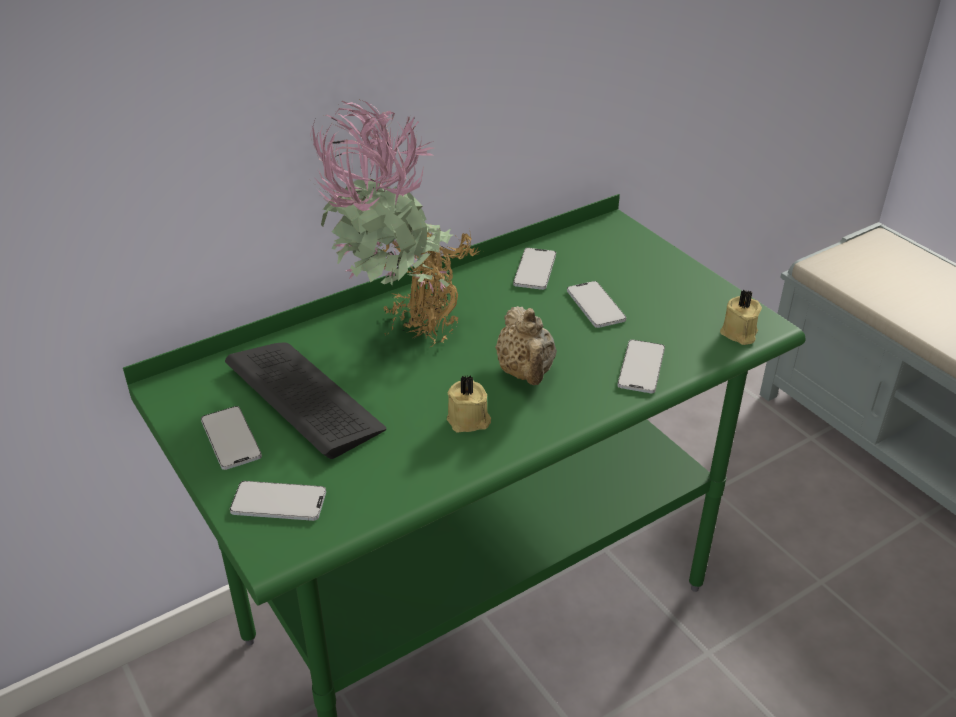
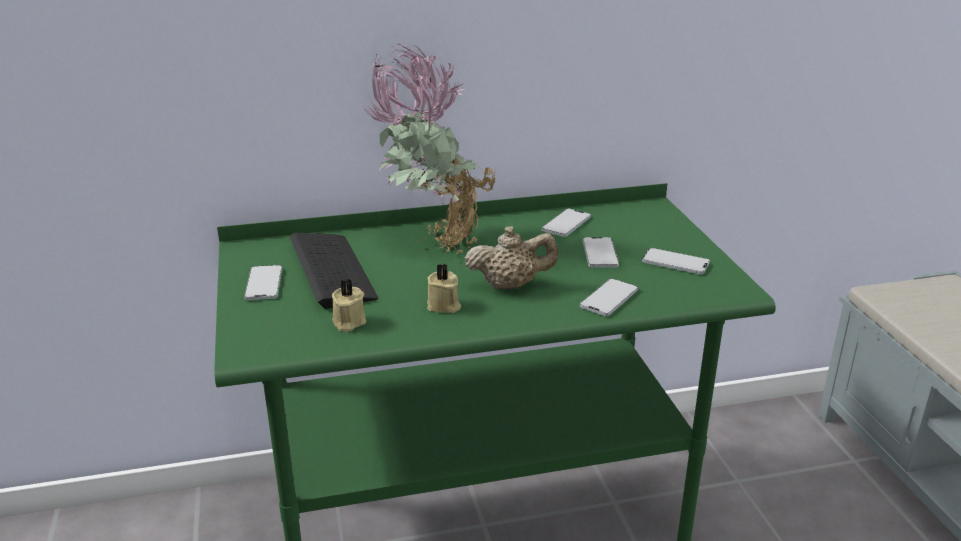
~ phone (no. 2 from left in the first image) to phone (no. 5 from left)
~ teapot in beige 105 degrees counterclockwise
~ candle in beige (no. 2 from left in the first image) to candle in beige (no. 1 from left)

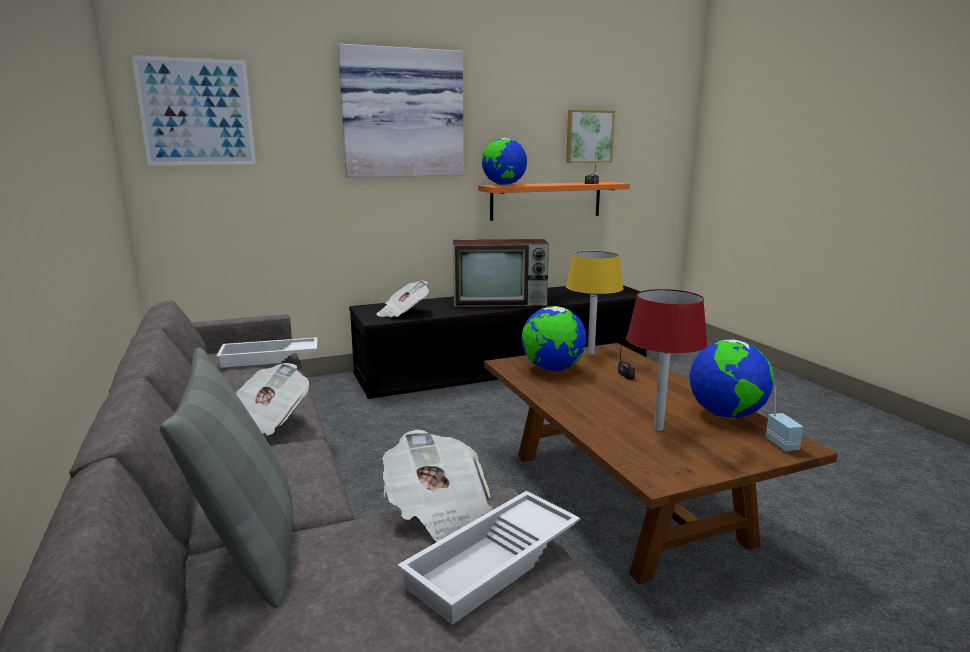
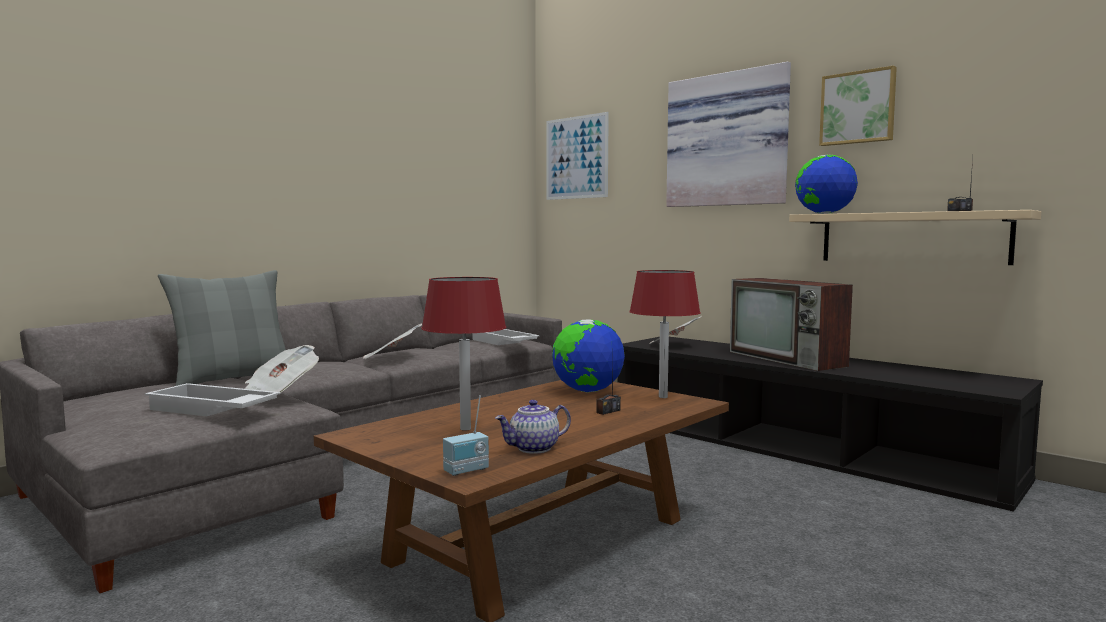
~ shelf in orange to shelf in beige
~ picture (no. 3 from left)
~ table lamp in yellow to table lamp in red (no. 2 from left)
~ globe (no. 3 from left) to teapot

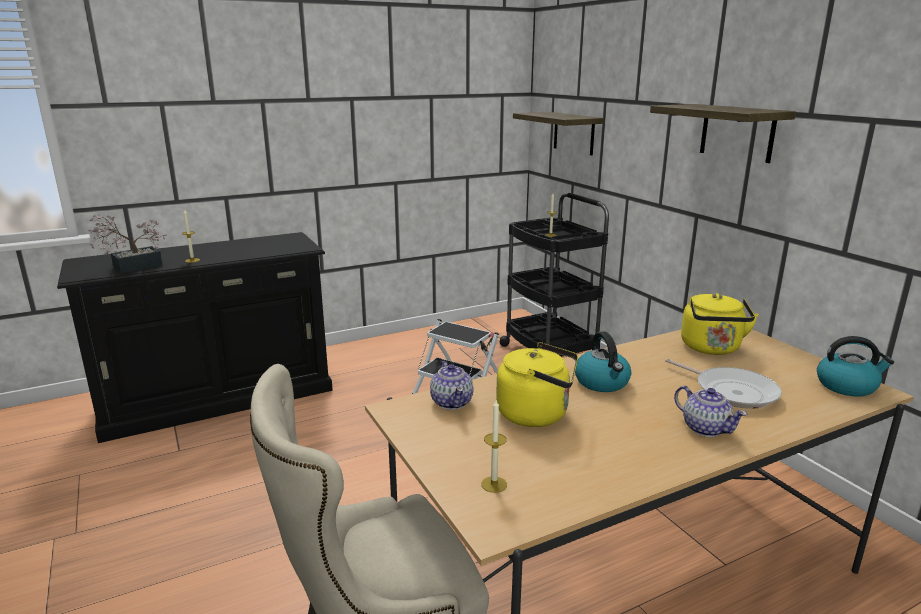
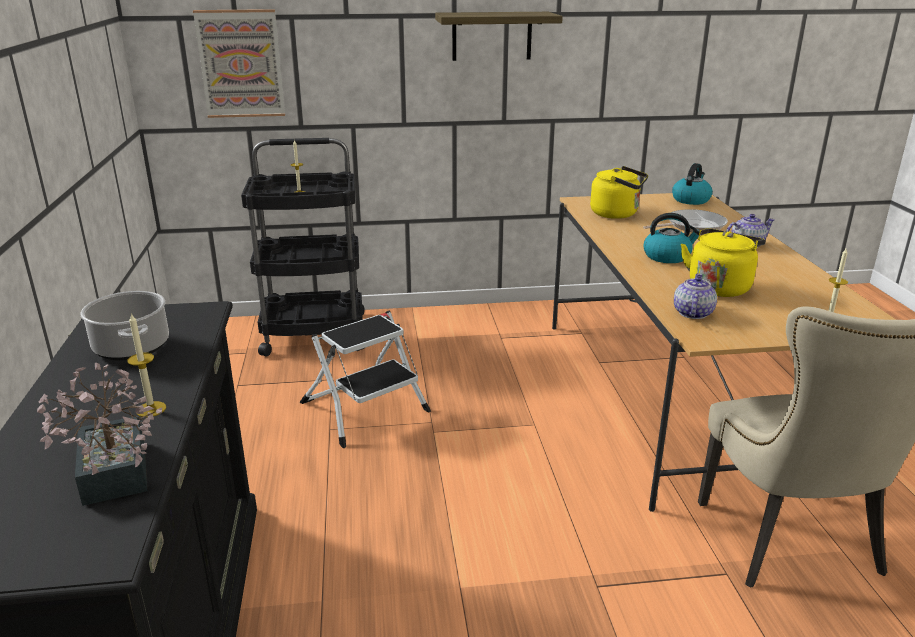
~ teapot (no. 1 from left) 75 degrees counterclockwise
~ shelf (no. 1 from left) to picture
+ cooking pot

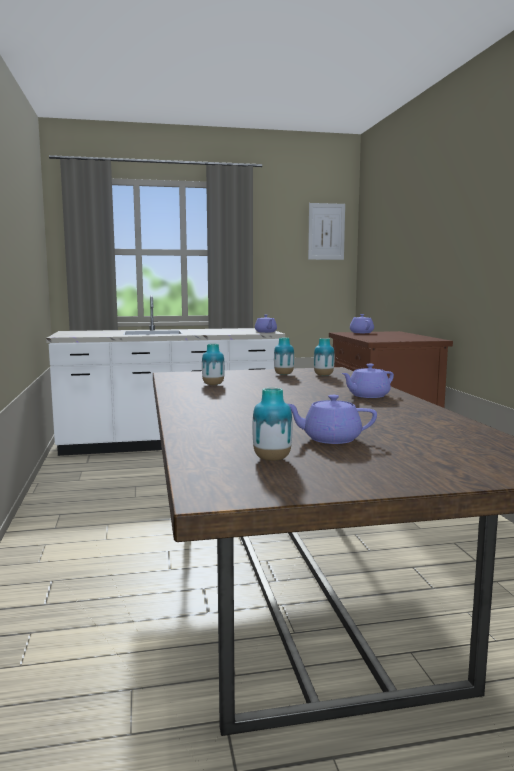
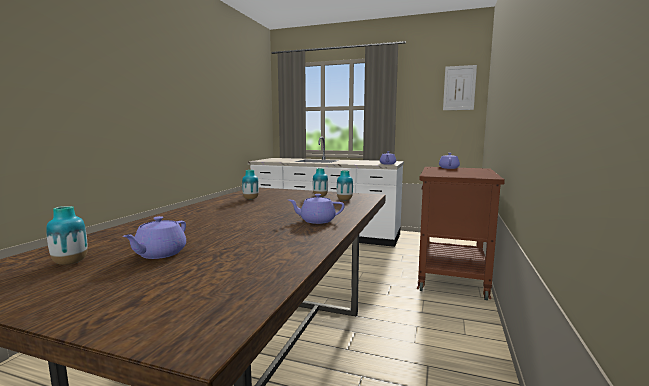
~ teapot in purple (no. 2 from left in the first image) 105 degrees counterclockwise

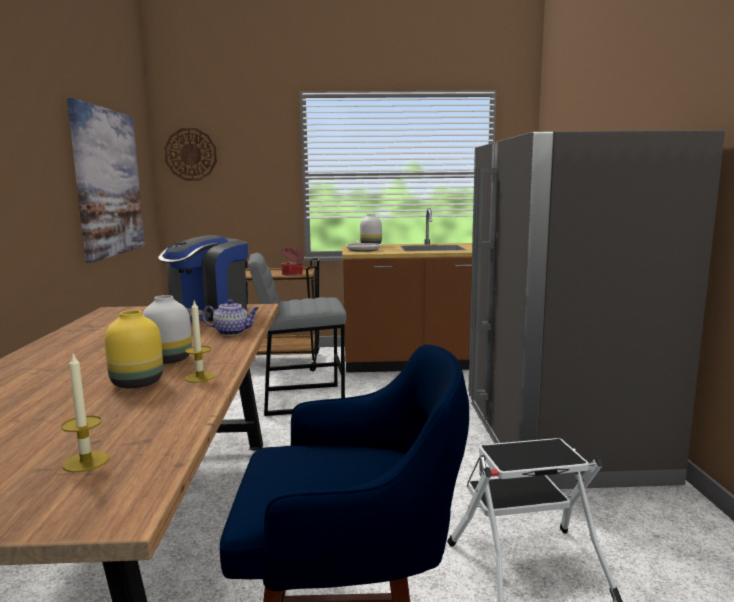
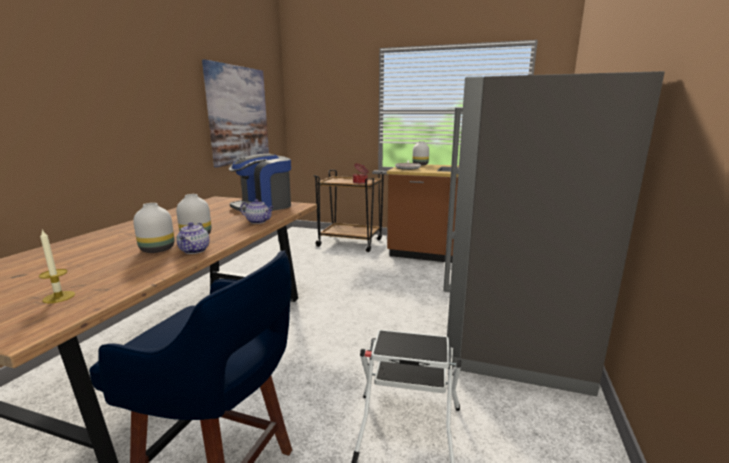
~ vase in yellow to vase in white (no. 1 from left)
- wall clock
~ candle (no. 2 from left) to teapot (no. 1 from left)
- chair in grey

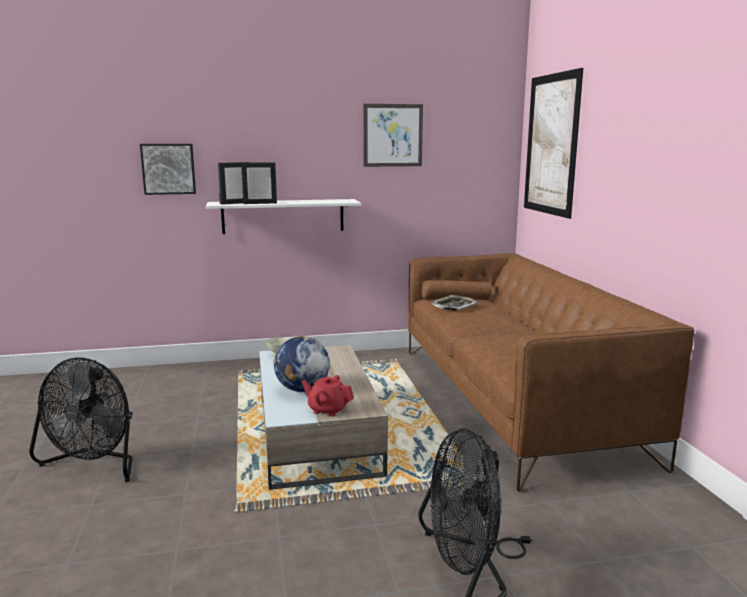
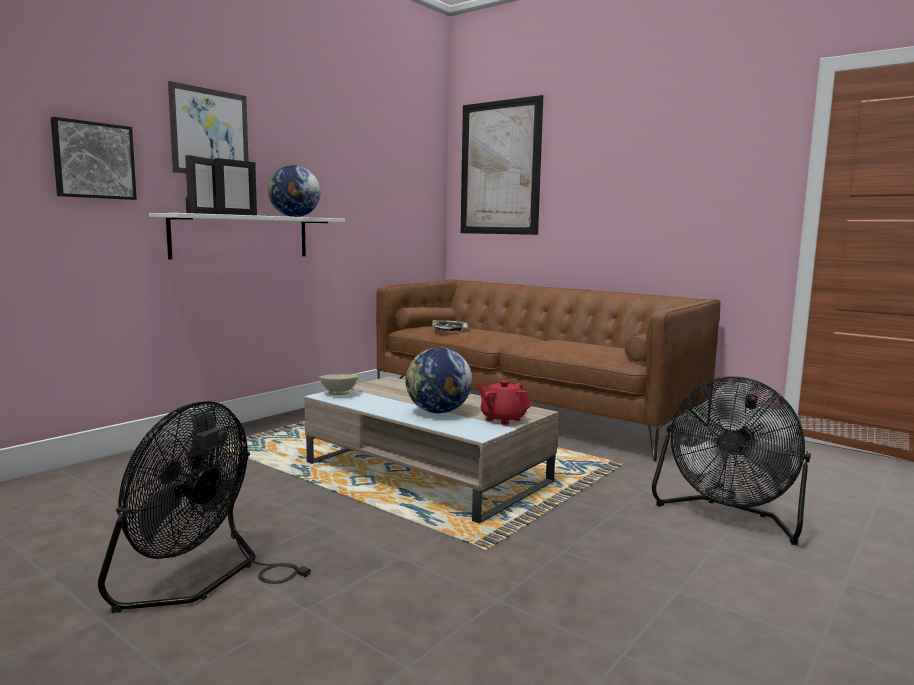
~ fan in black (no. 1 from left) 135 degrees clockwise
~ teapot in red 60 degrees clockwise
~ picture (no. 2 from left)
+ globe (no. 1 from left)

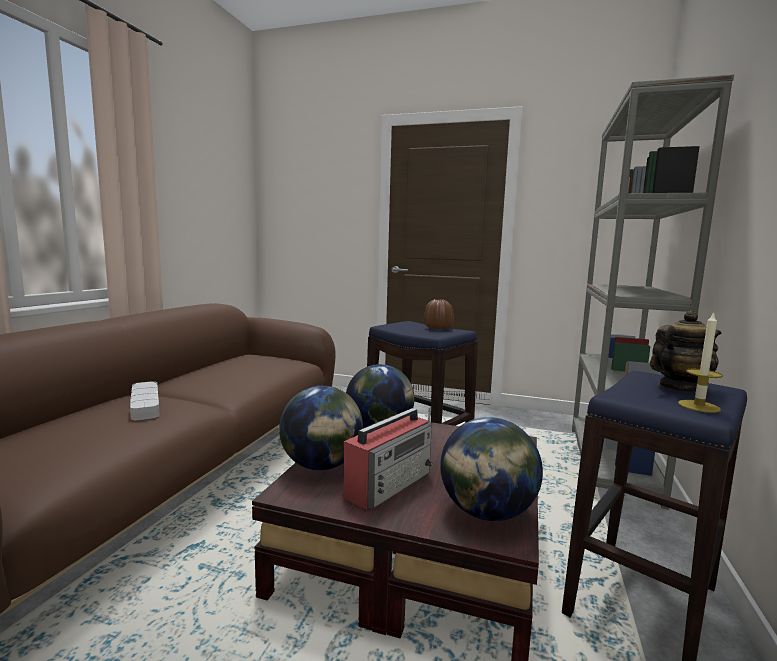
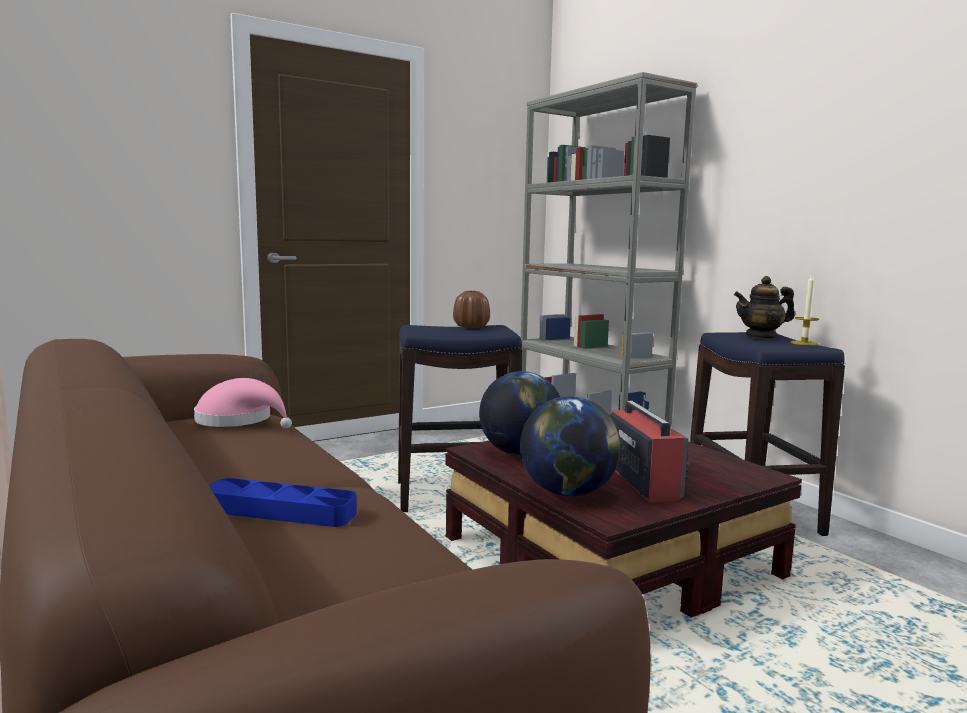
~ tray in grey to tray in blue
- globe (no. 3 from left)
~ teapot 120 degrees counterclockwise
+ hat in pink

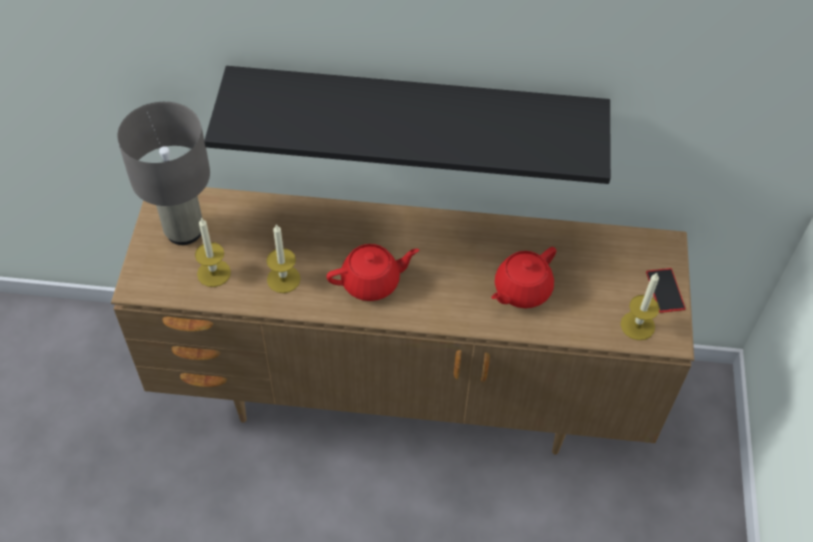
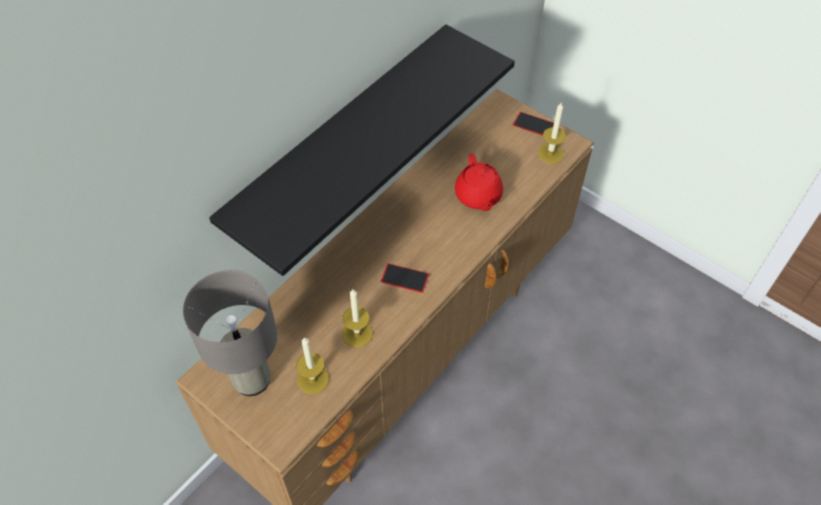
~ teapot in red (no. 1 from left) to phone (no. 1 from left)

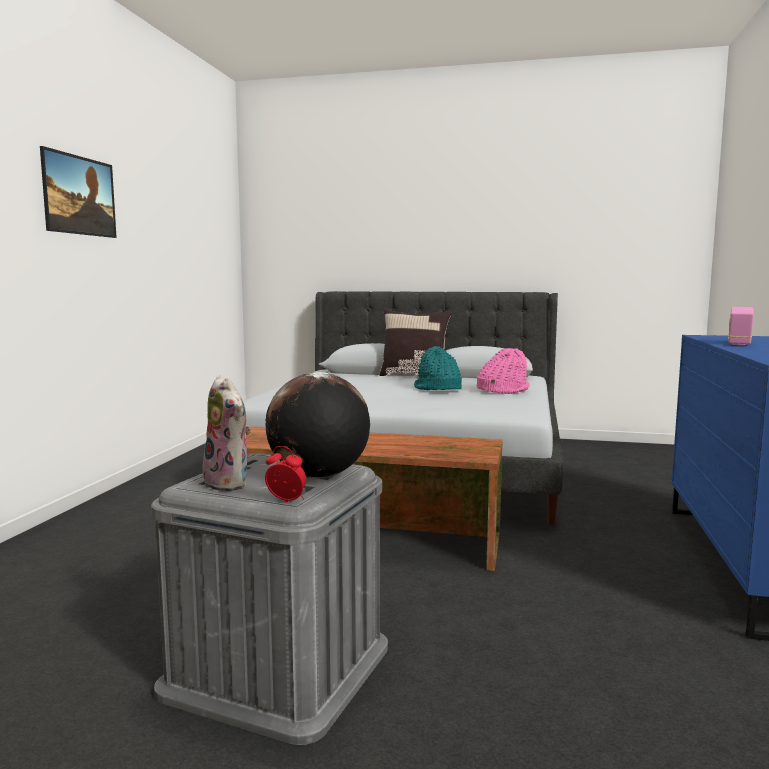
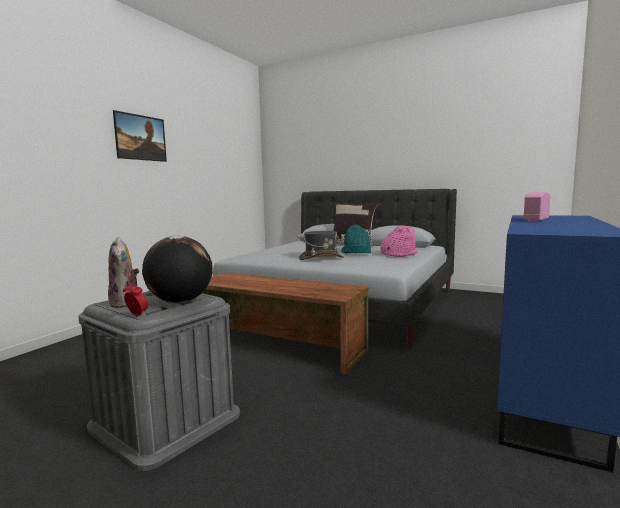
+ hat in grey

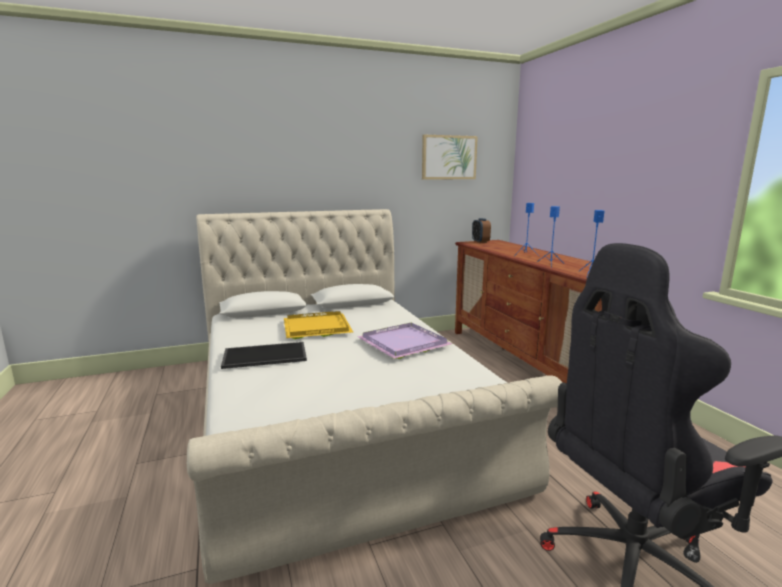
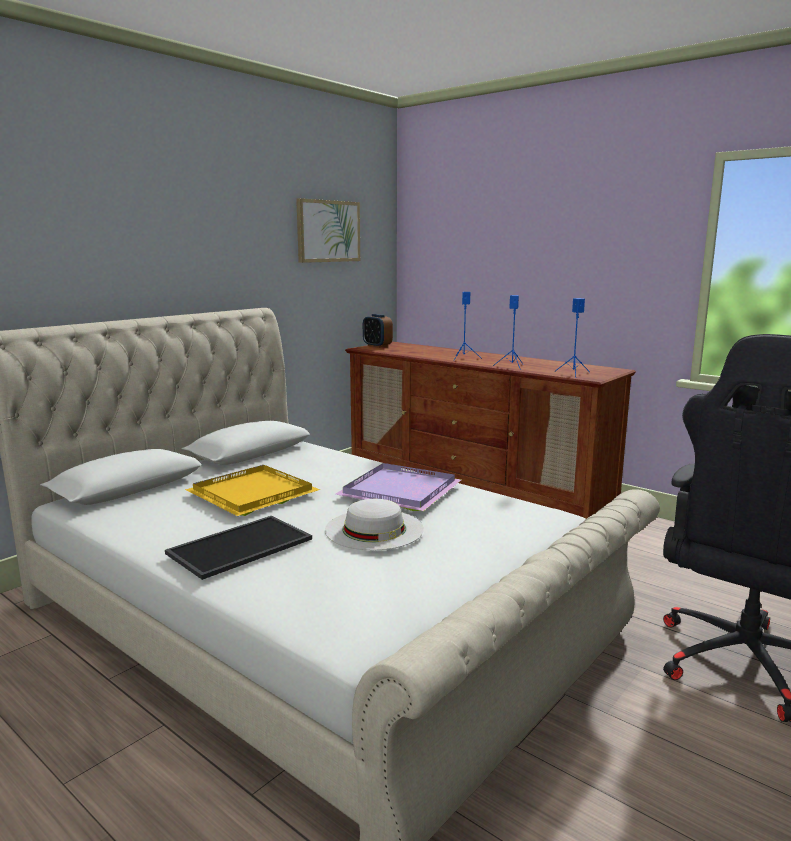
+ hat in white

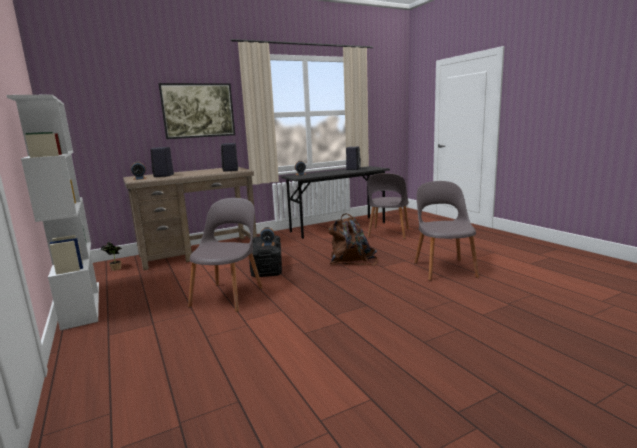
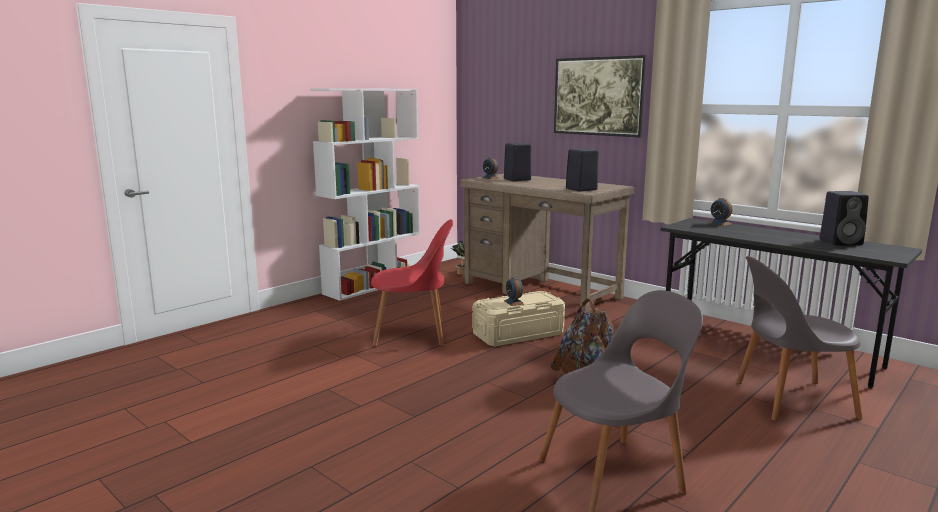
~ chair in grey (no. 1 from left) to chair in red
~ storage box in black to storage box in beige

